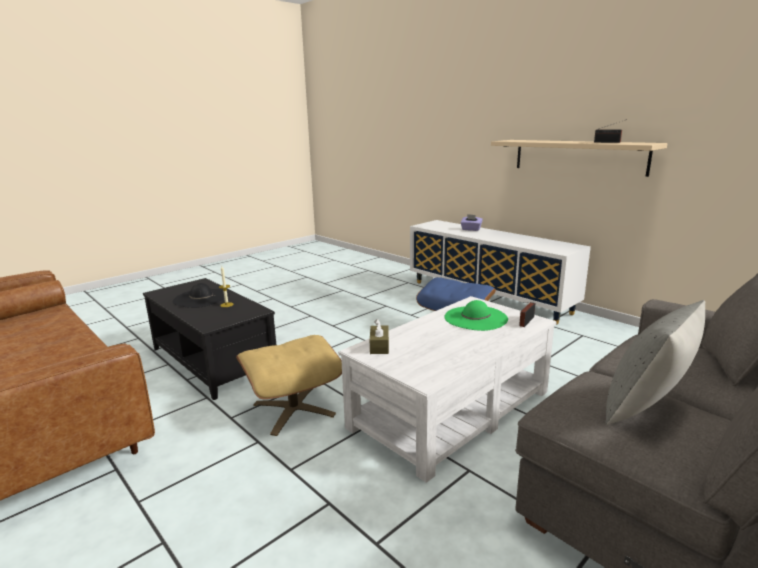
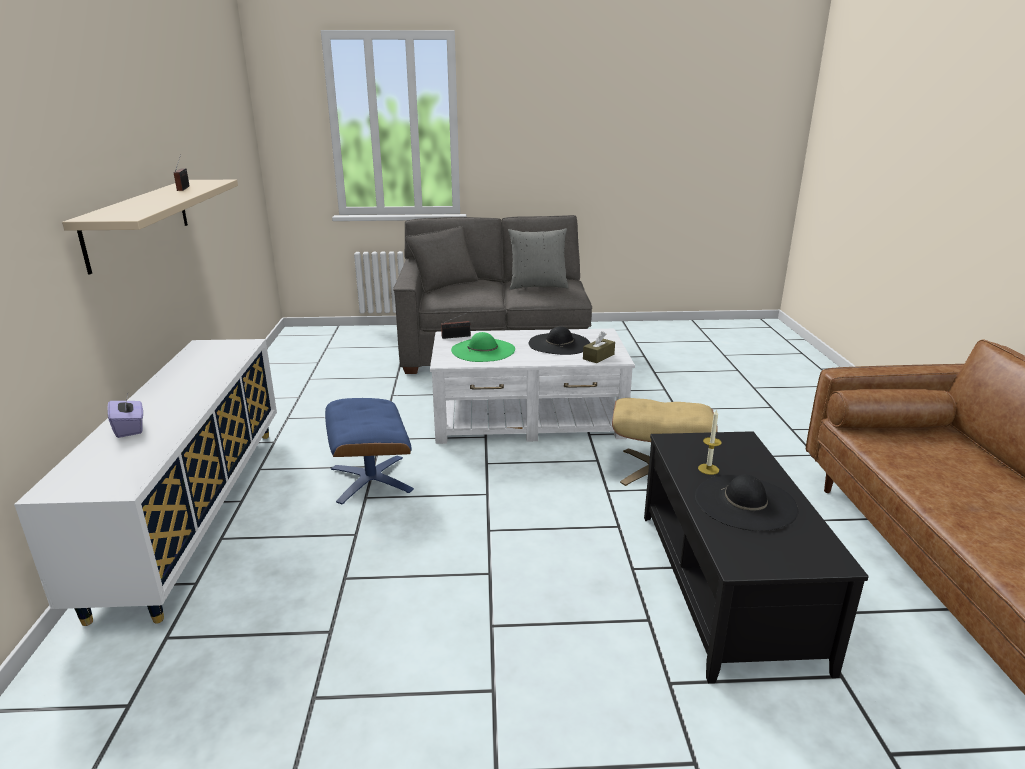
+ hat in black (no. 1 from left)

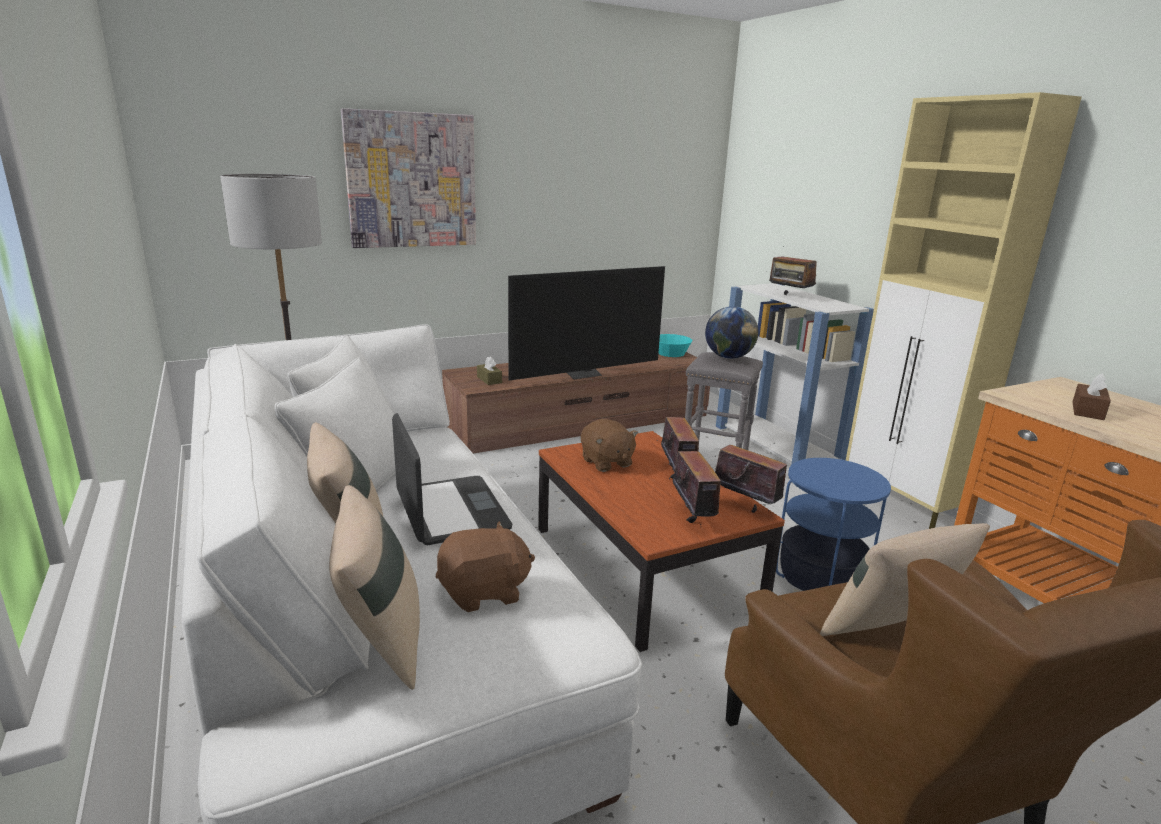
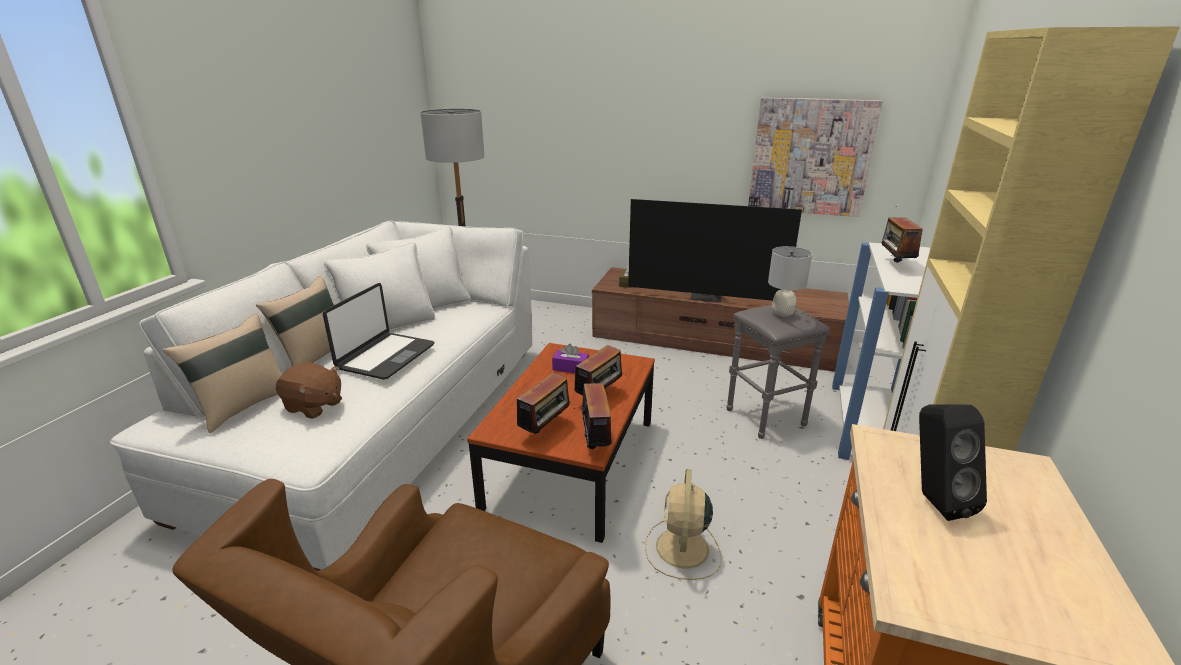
~ picture
~ plush toy in brown (no. 2 from left) to tissue box in purple
- bowl in turquoise
~ globe to table lamp in grey
~ side table in blue to fan in beige
- pillow in beige (no. 3 from left)
~ tissue box in brown (no. 2 from left) to speaker in black

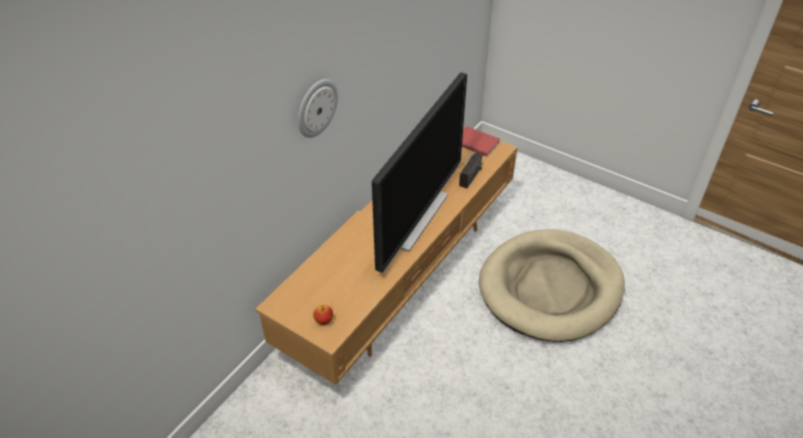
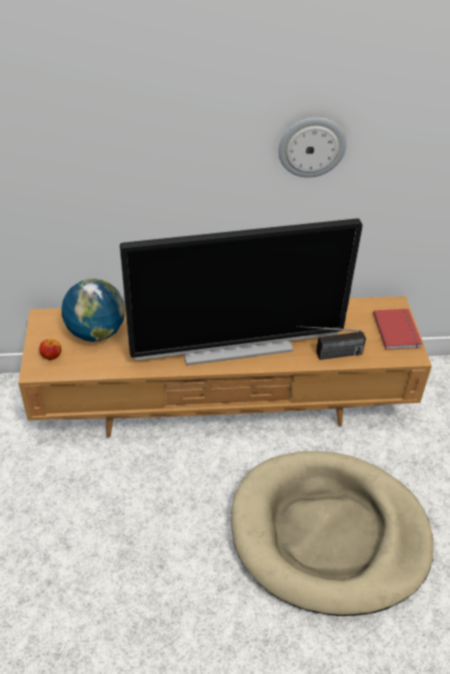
~ wall clock
+ globe

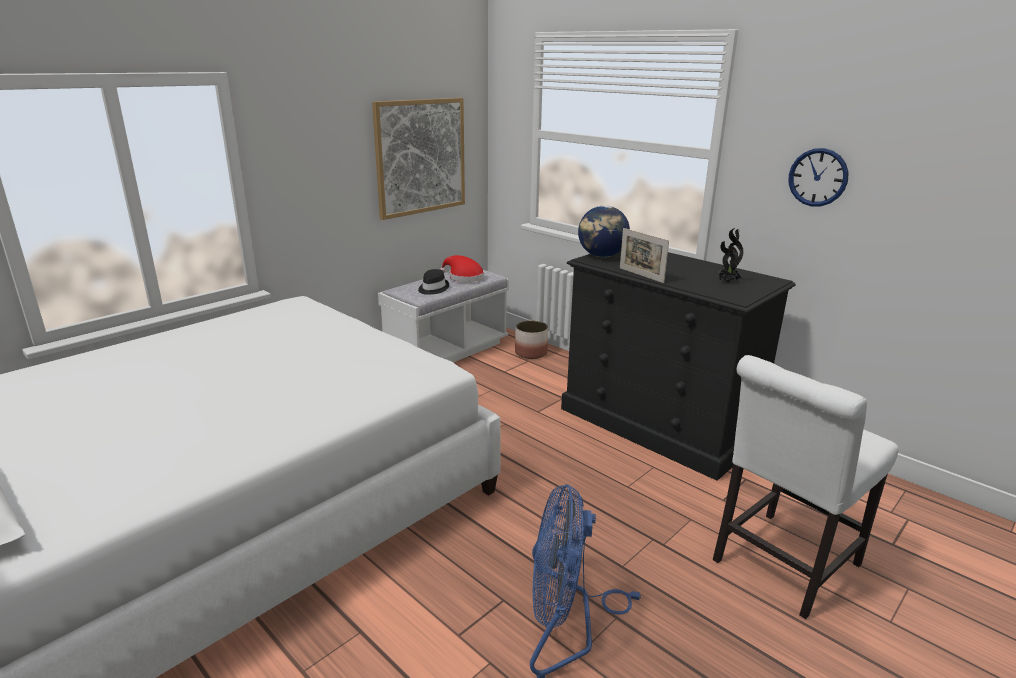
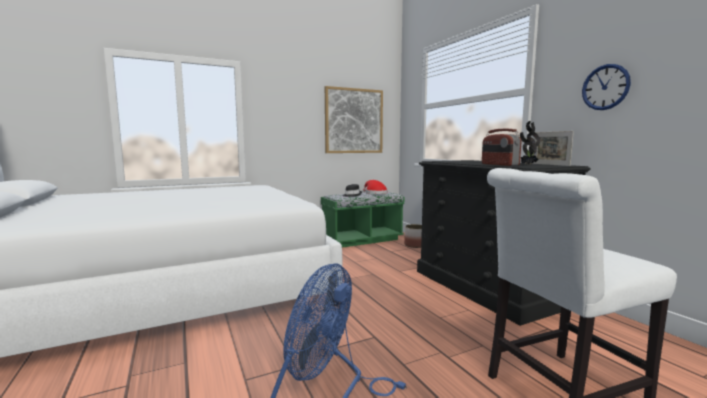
~ bench in white to bench in green
- globe
~ picture frame
+ radio

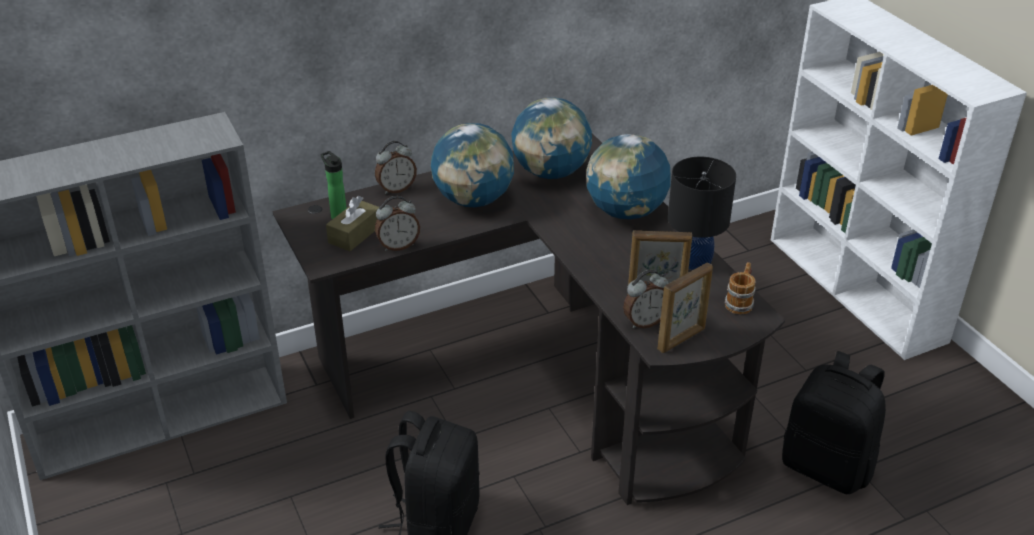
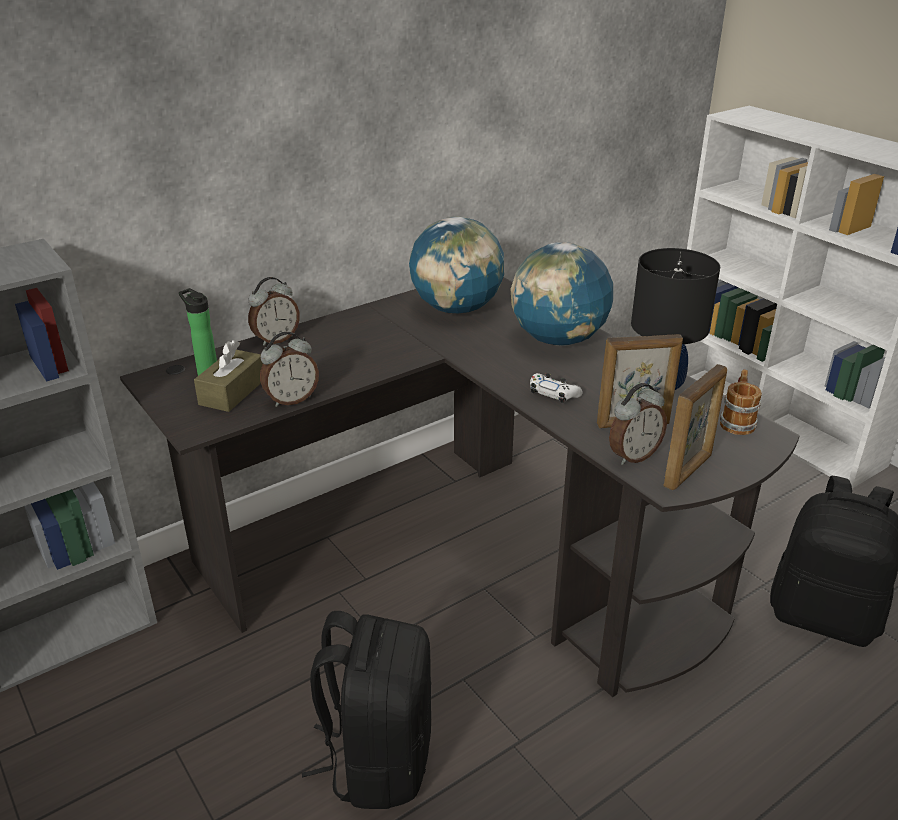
- globe (no. 1 from left)
+ game controller in white

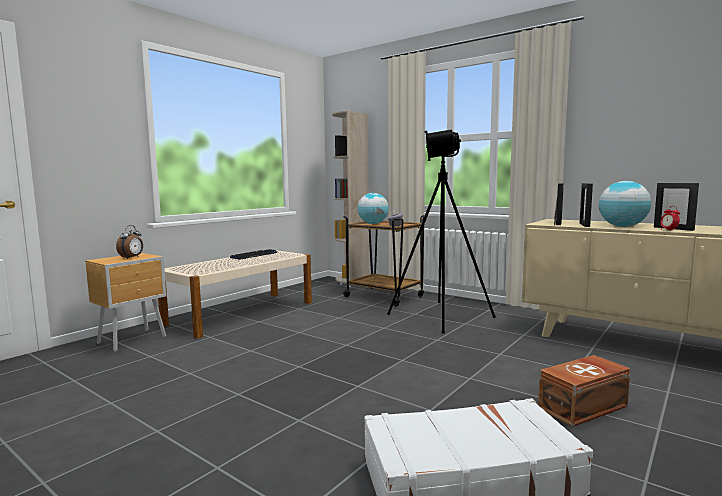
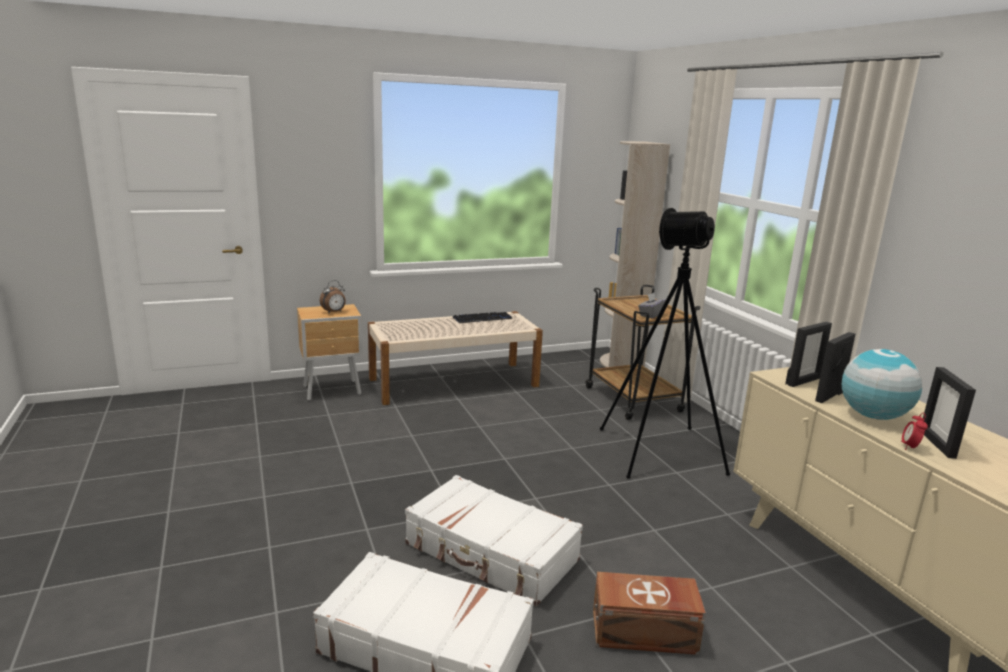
- globe (no. 1 from left)
+ suitcase in white (no. 2 from left)

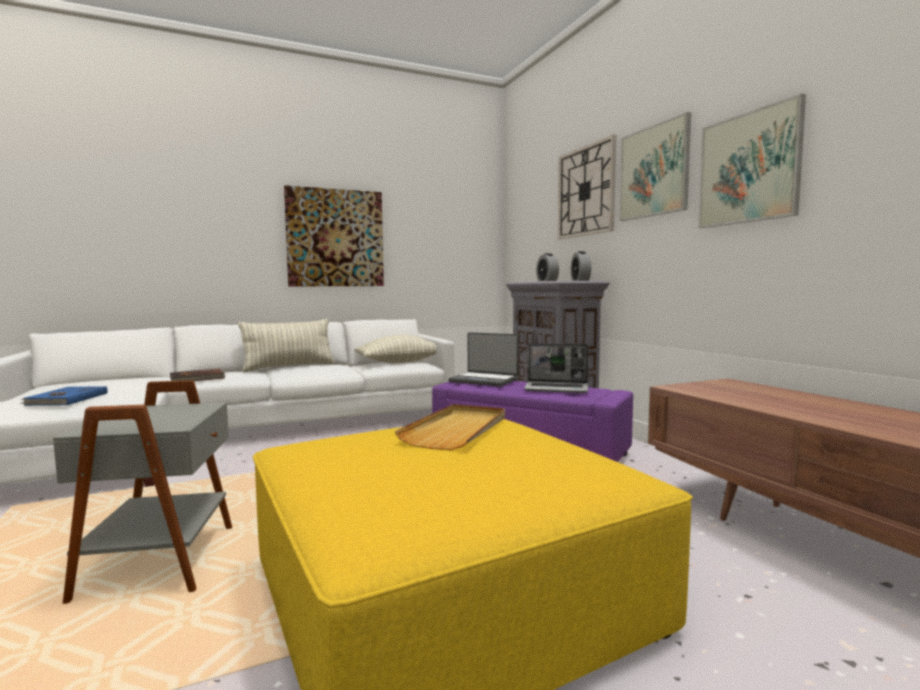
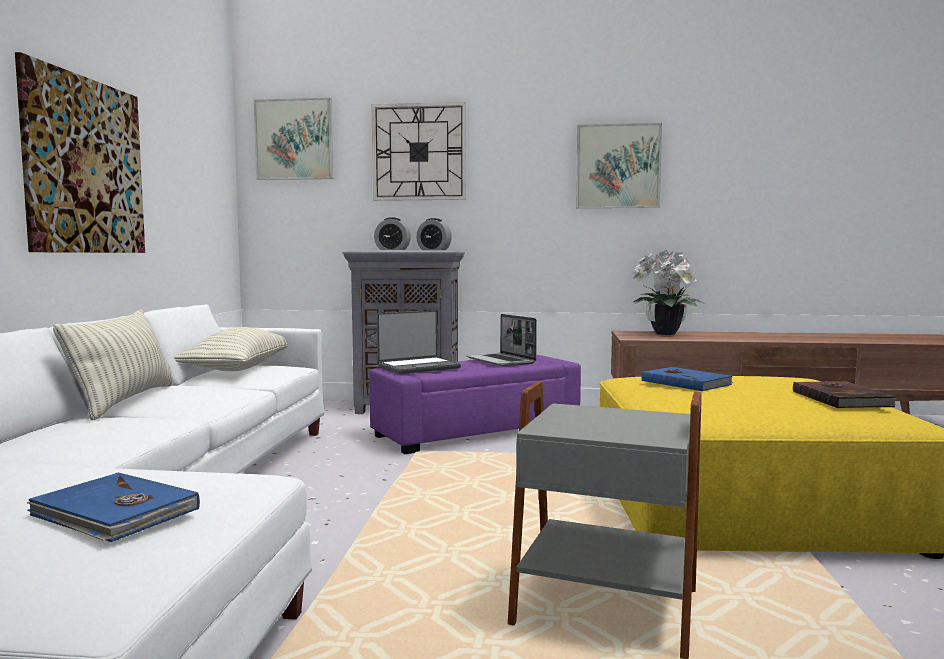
~ book in brown
~ tray in beige to book in blue (no. 2 from left)
~ laptop (no. 2 from left) 105 degrees clockwise
~ picture (no. 2 from left)
+ potted plant

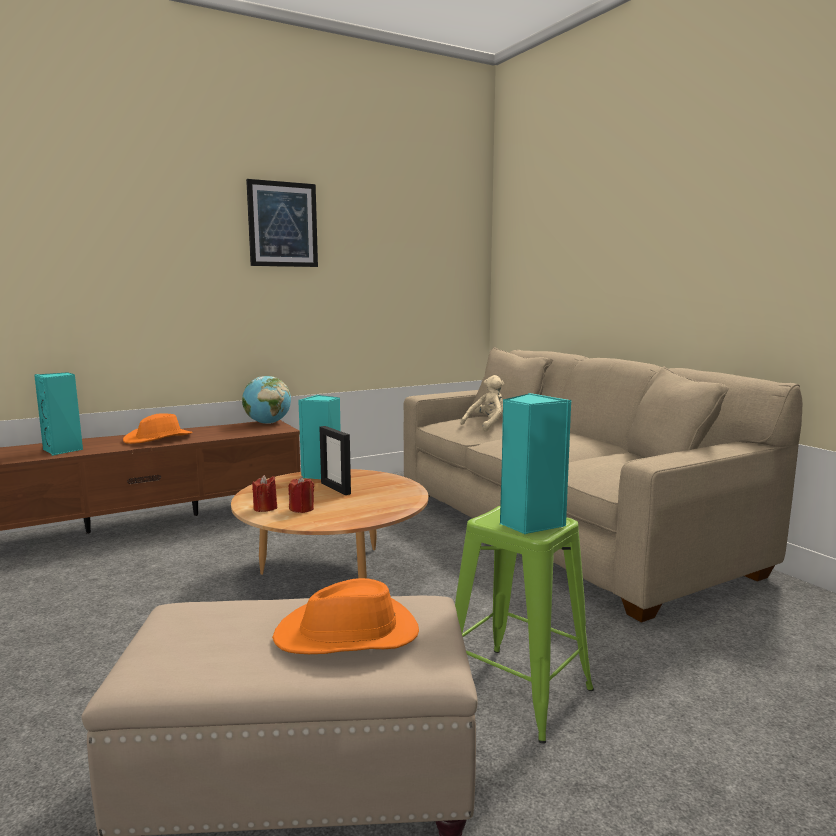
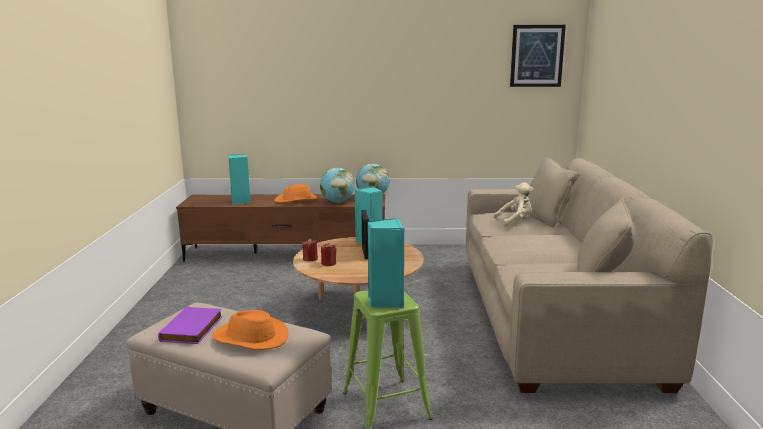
~ picture
+ book in purple
+ globe (no. 1 from left)

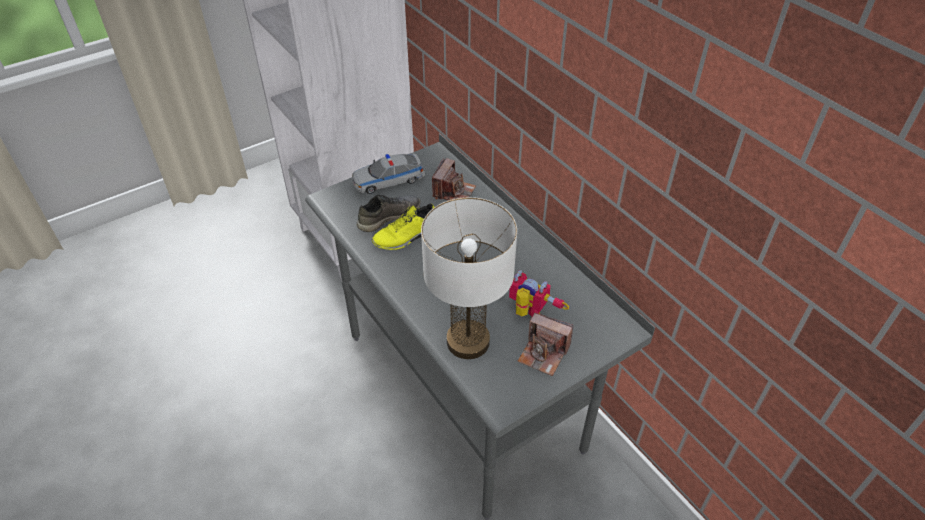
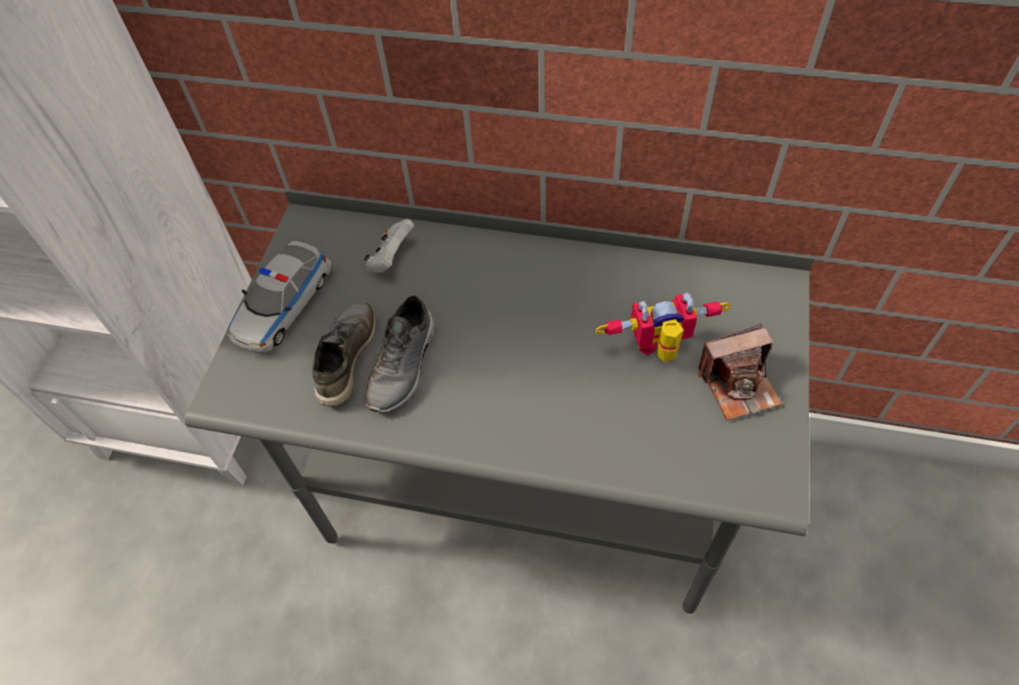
~ shoe in yellow to shoe in grey (no. 2 from left)
- table lamp
~ photo camera (no. 1 from left) to game controller in white

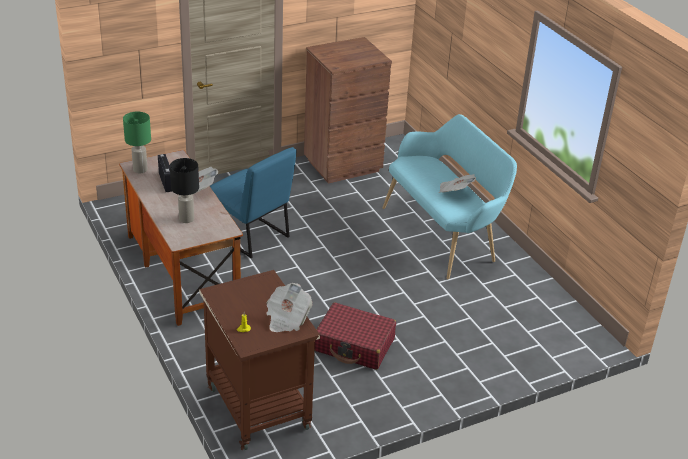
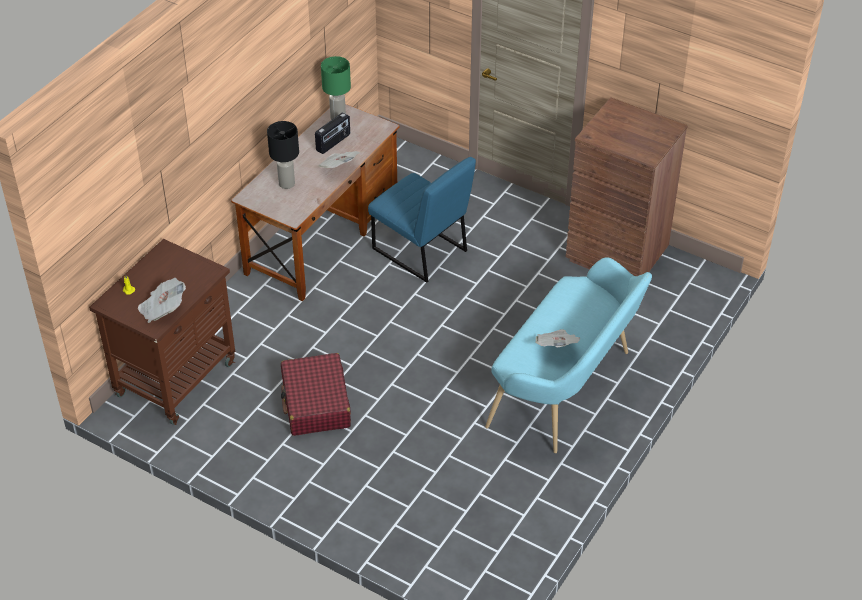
~ chair in blue 60 degrees counterclockwise

